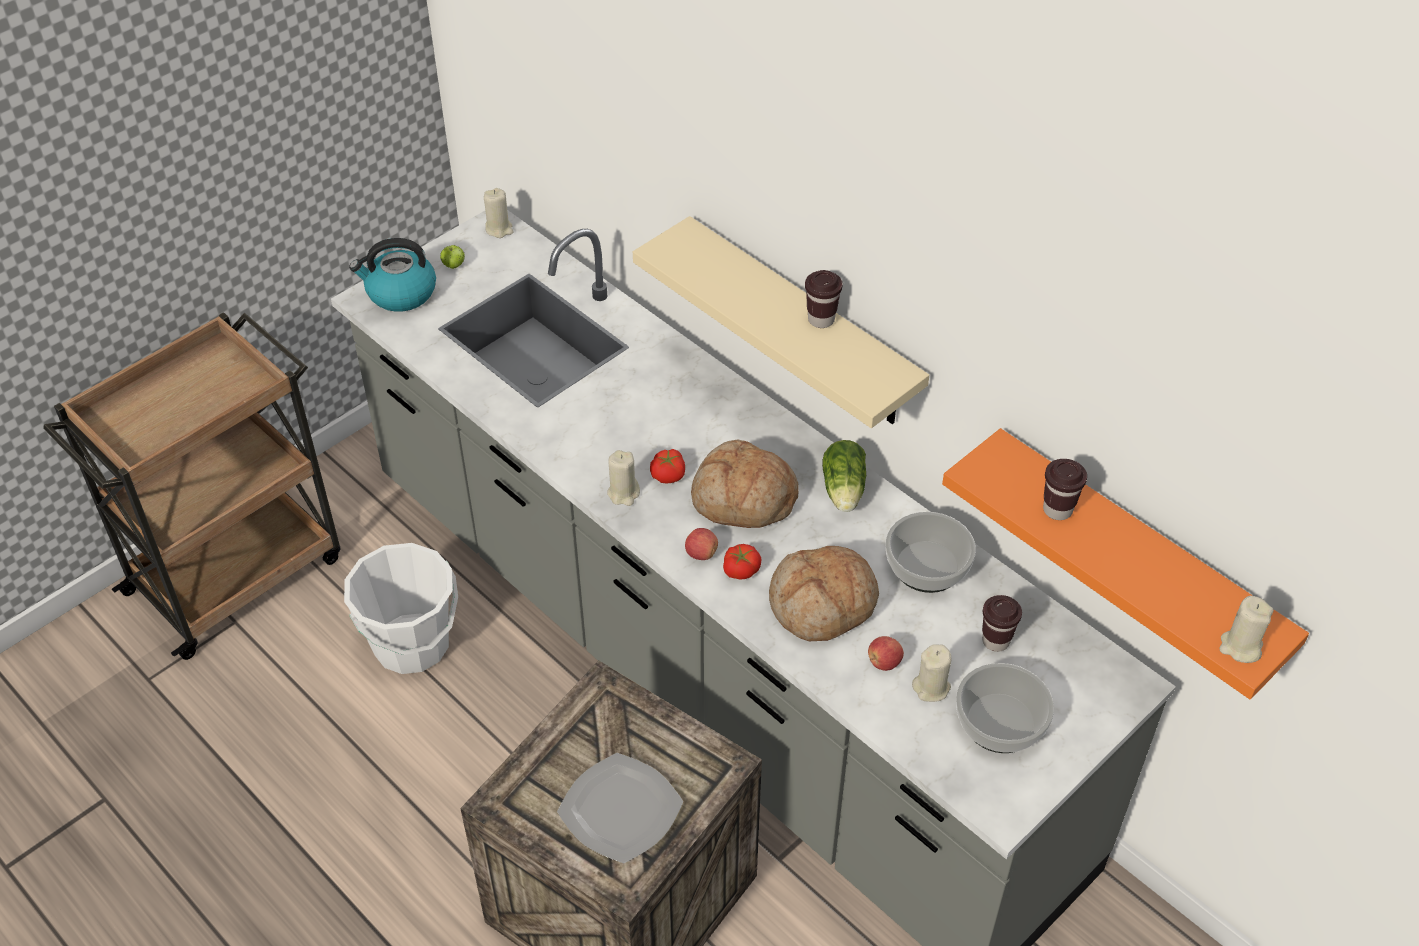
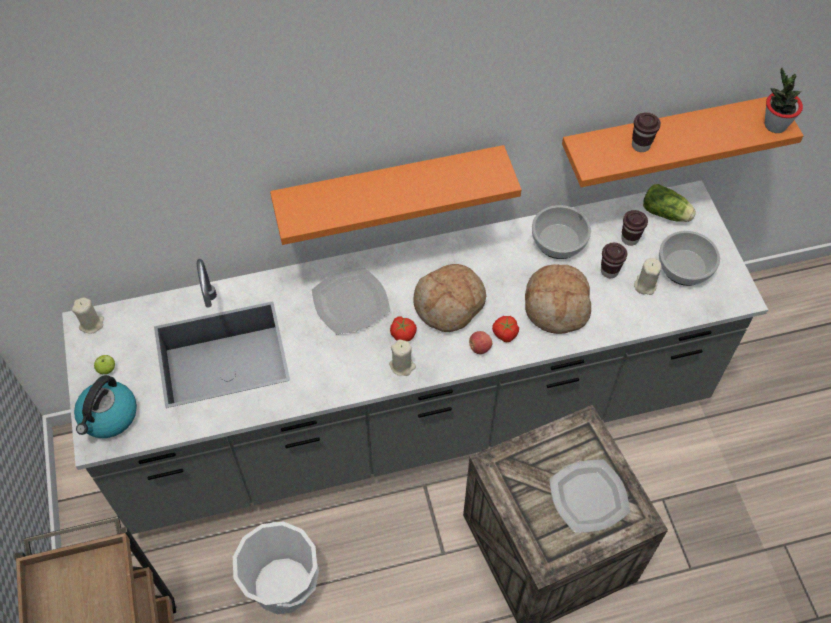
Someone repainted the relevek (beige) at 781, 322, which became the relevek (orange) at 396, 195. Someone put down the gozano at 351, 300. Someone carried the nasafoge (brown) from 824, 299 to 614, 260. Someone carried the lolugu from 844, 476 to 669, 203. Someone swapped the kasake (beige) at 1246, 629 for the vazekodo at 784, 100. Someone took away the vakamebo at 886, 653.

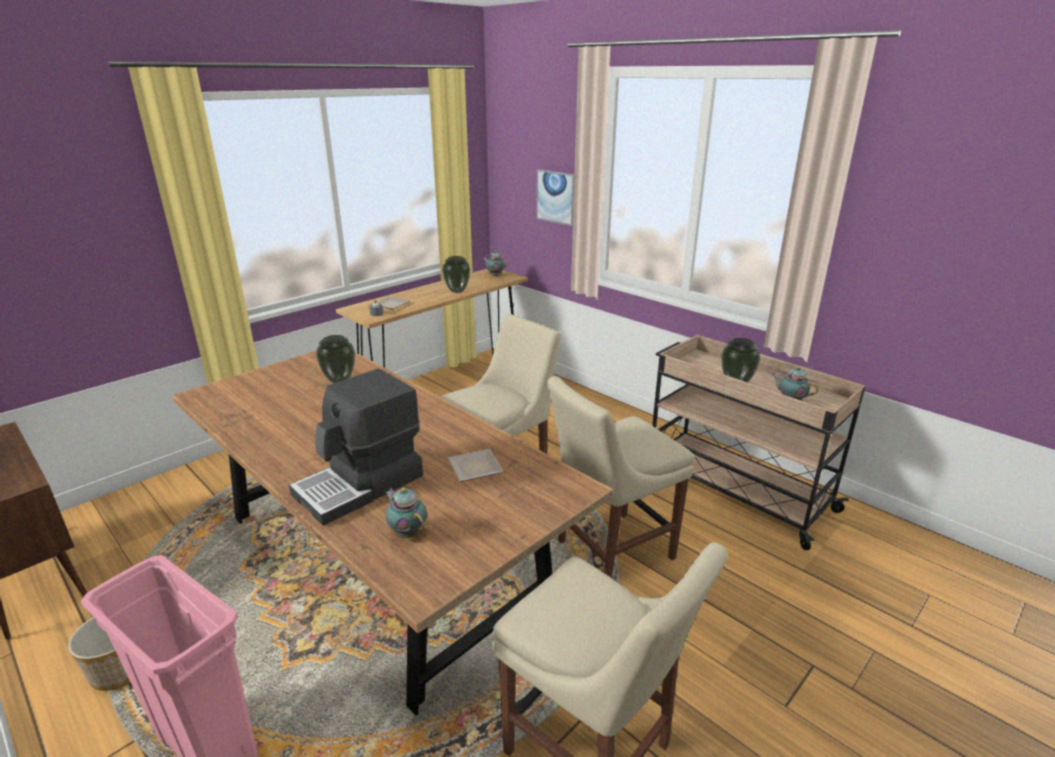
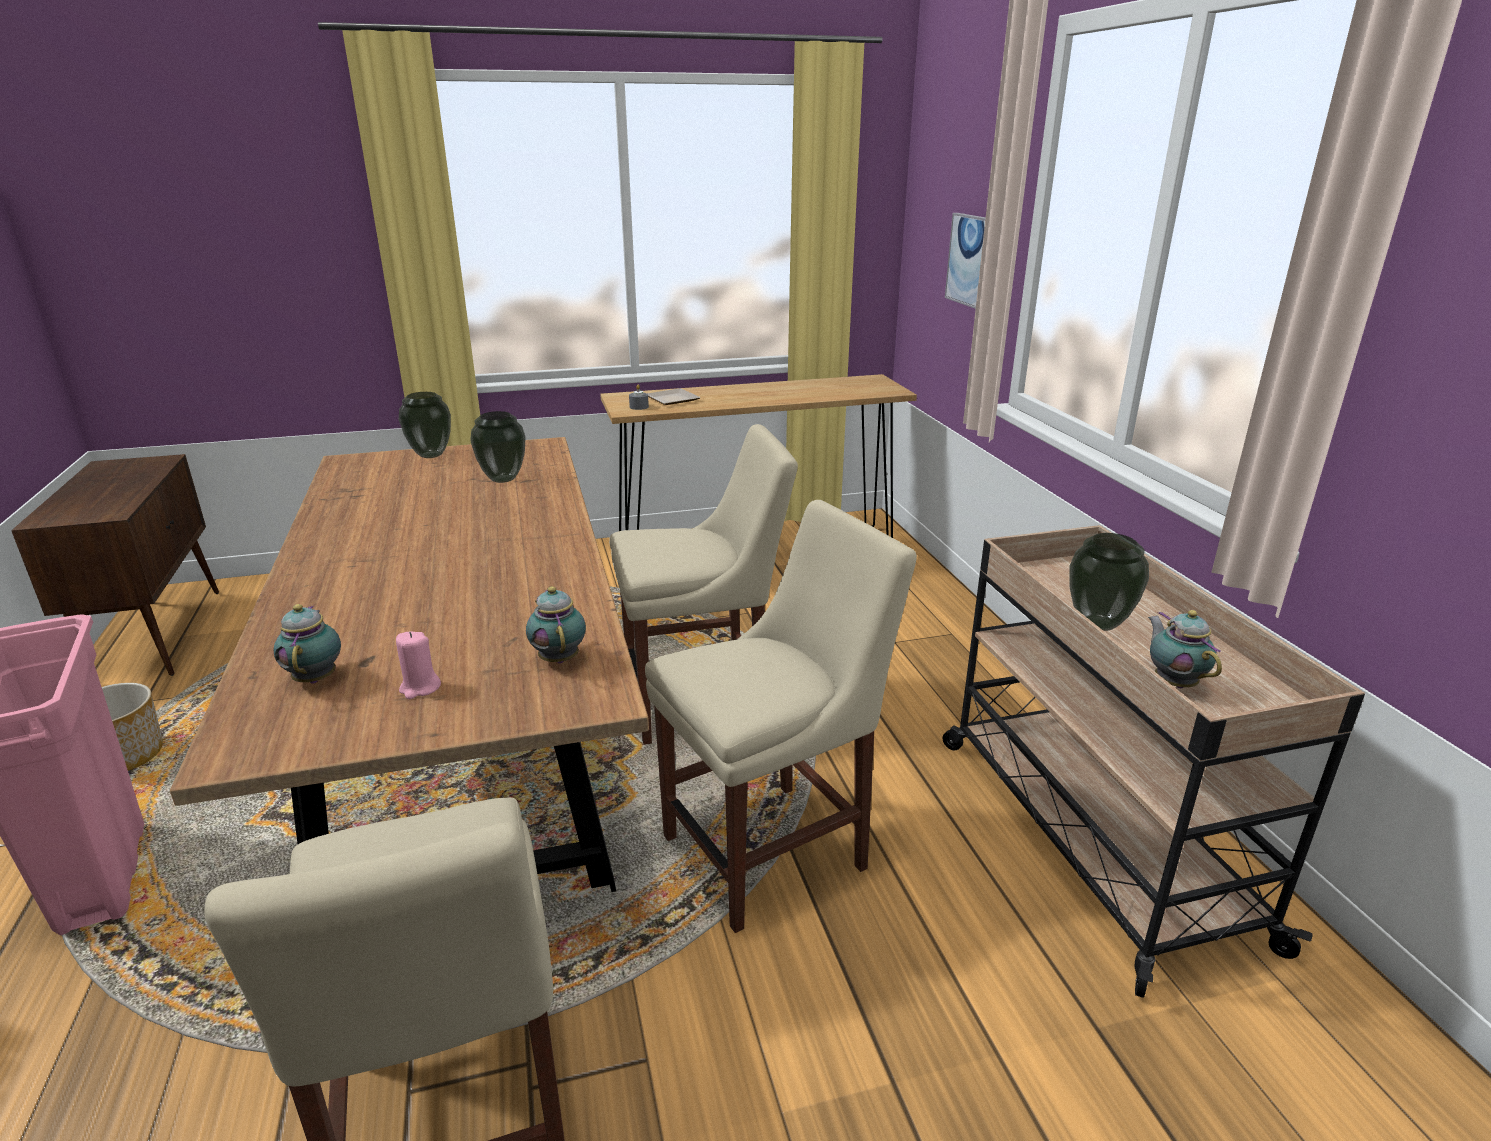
Someone put down the kasake (pink) at 418, 665. Someone carried the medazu from 456, 274 to 425, 425. Someone carried the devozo from 495, 263 to 556, 624. Someone rotated the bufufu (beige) at 621, 477 by 150 degrees clockwise. Someone took away the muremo at 356, 447. Someone took away the gozano at 476, 465.

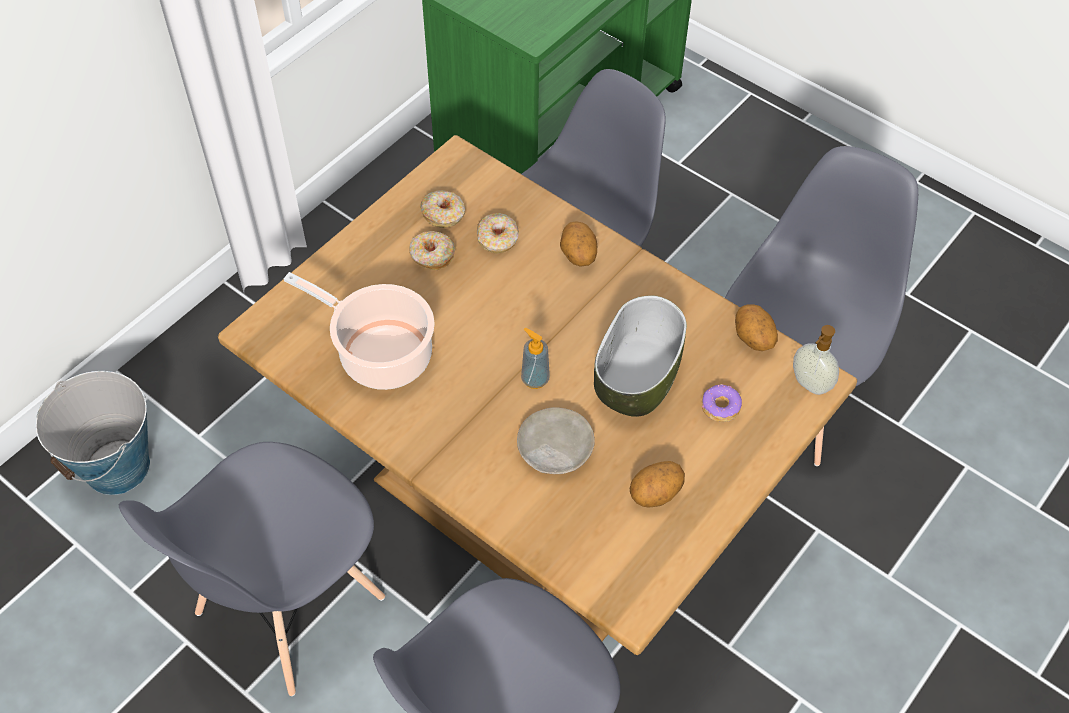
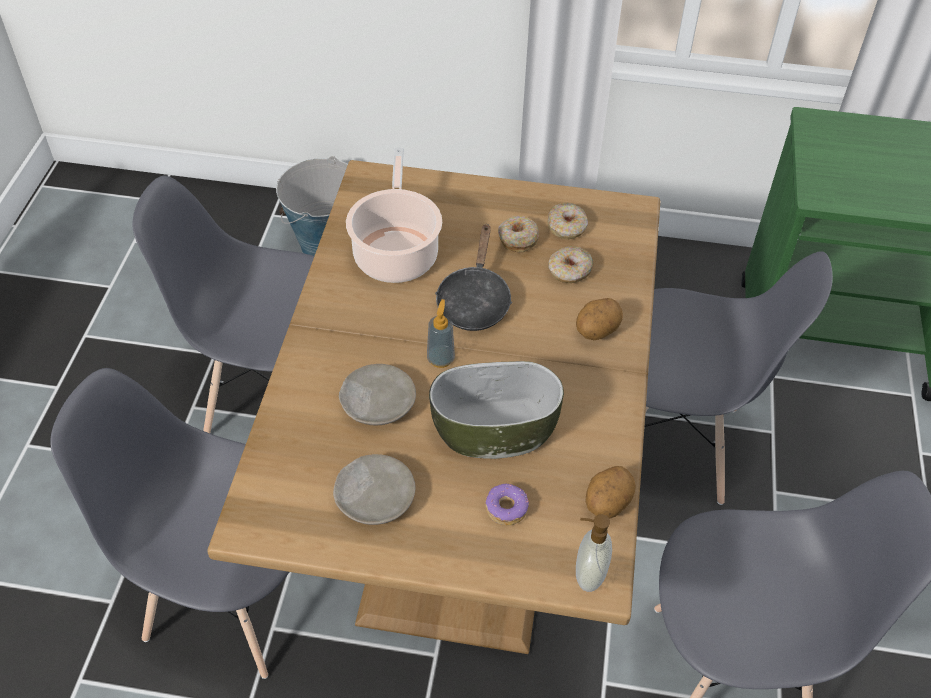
Someone swapped the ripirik at 657, 484 for the gozano (beige) at 374, 489. Someone put down the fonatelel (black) at 473, 277.

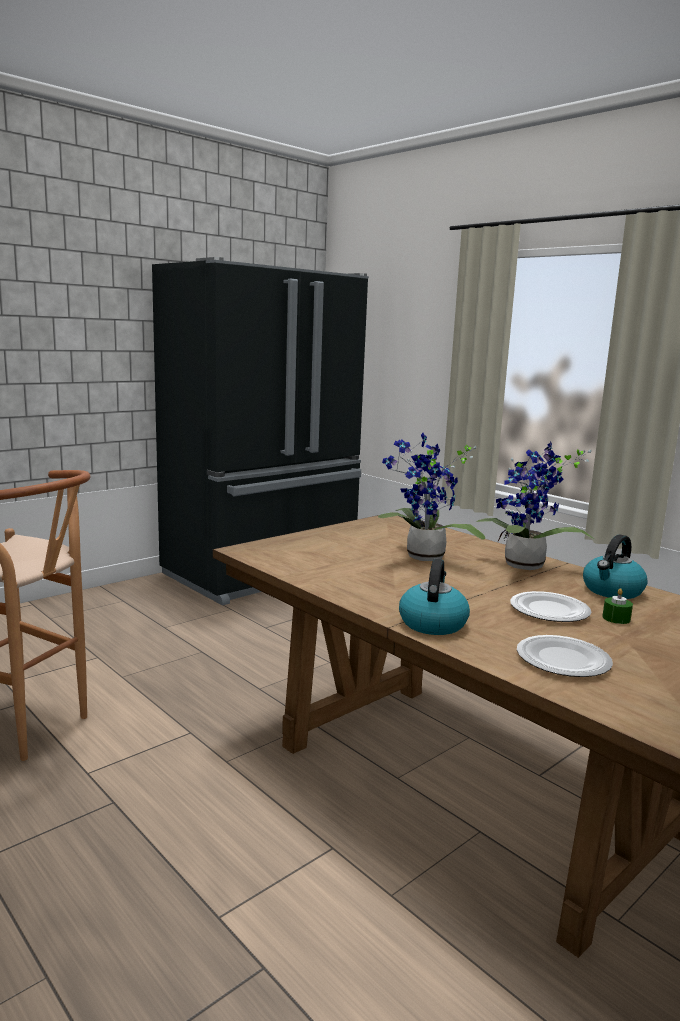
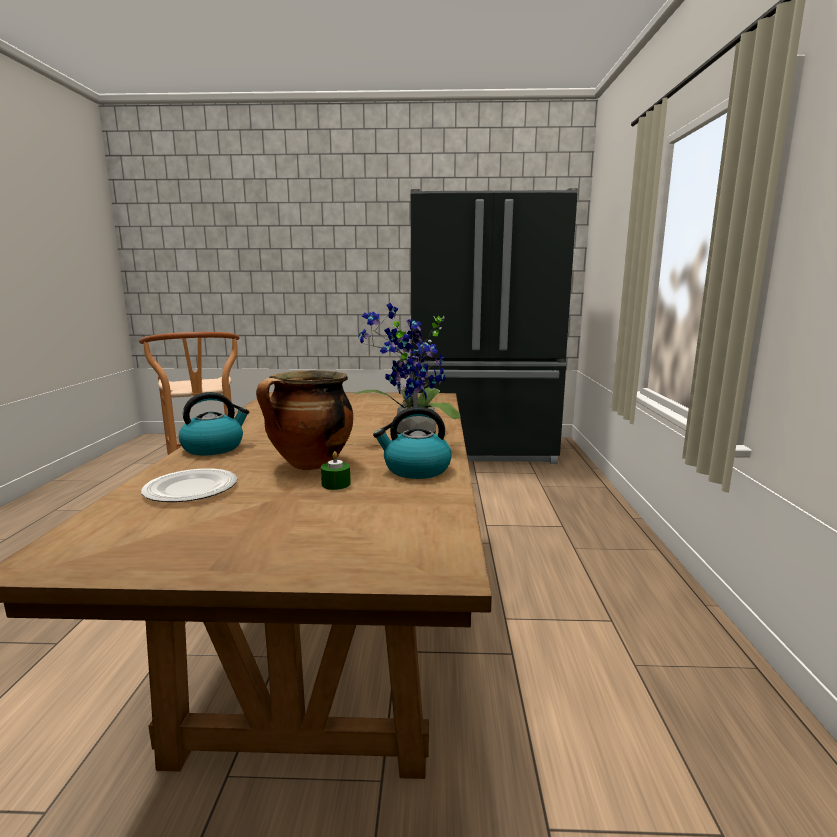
Someone swapped the gozano at 550, 606 for the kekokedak at 304, 420. Someone took away the vazekodo at 431, 497.

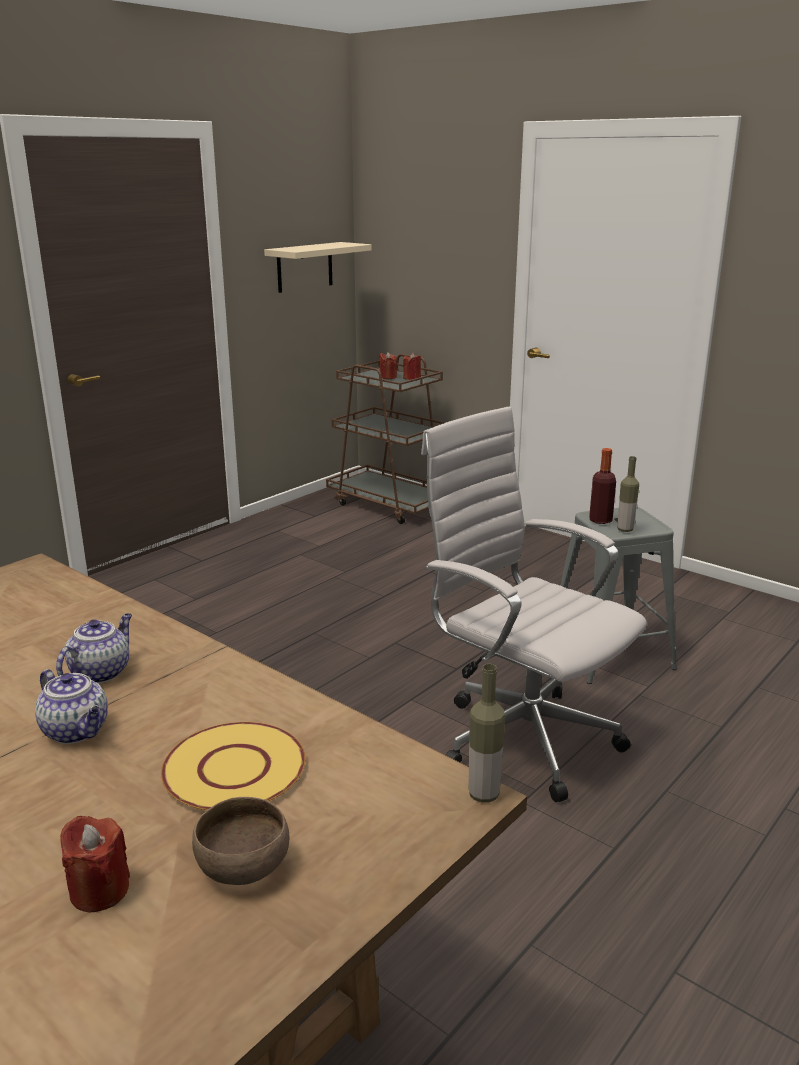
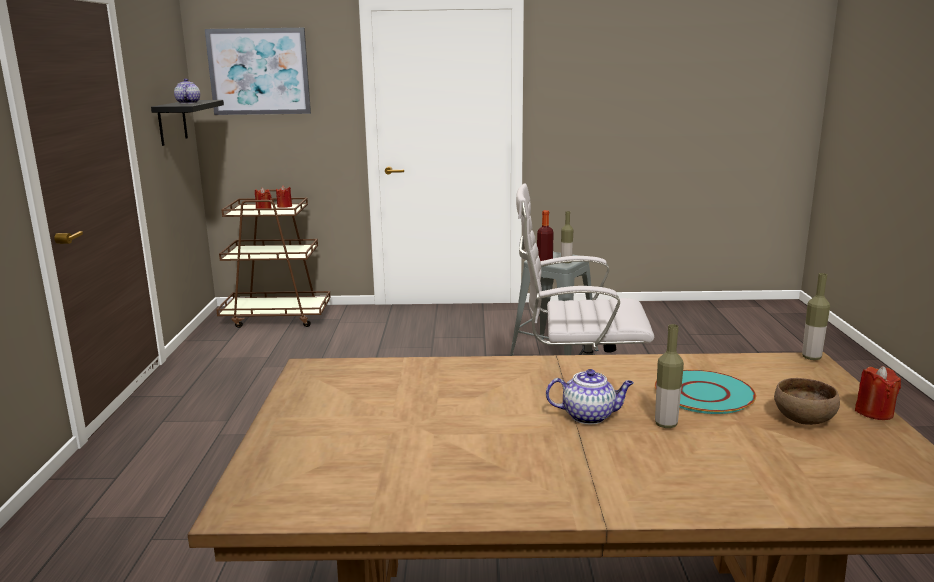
Someone repainted the relevek (beige) at 318, 267, which became the relevek (black) at 187, 123. Someone carried the devozo from 94, 648 to 187, 91. Someone put up the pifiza at 258, 71. Someone put down the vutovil at 669, 376. Someone repainted the gozano (yellow) at 233, 766, which became the gozano (turquoise) at 705, 392. Someone carried the kasake (red) from 95, 864 to 878, 393.

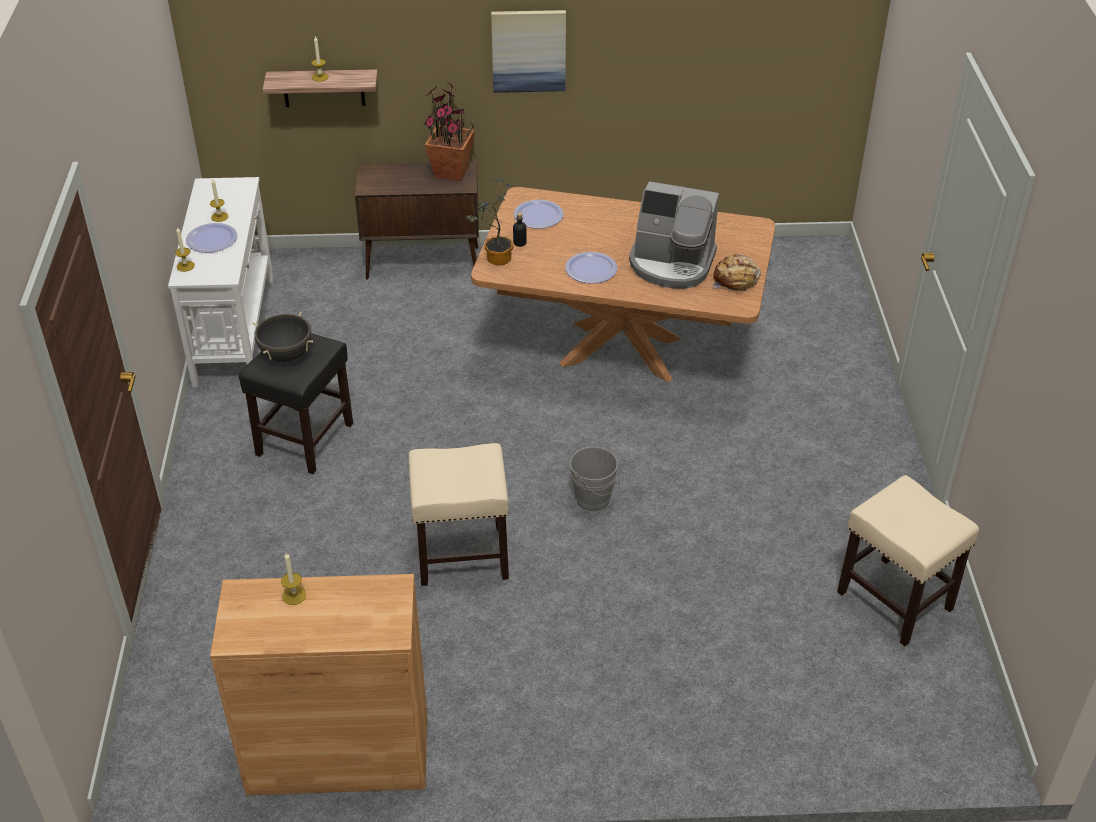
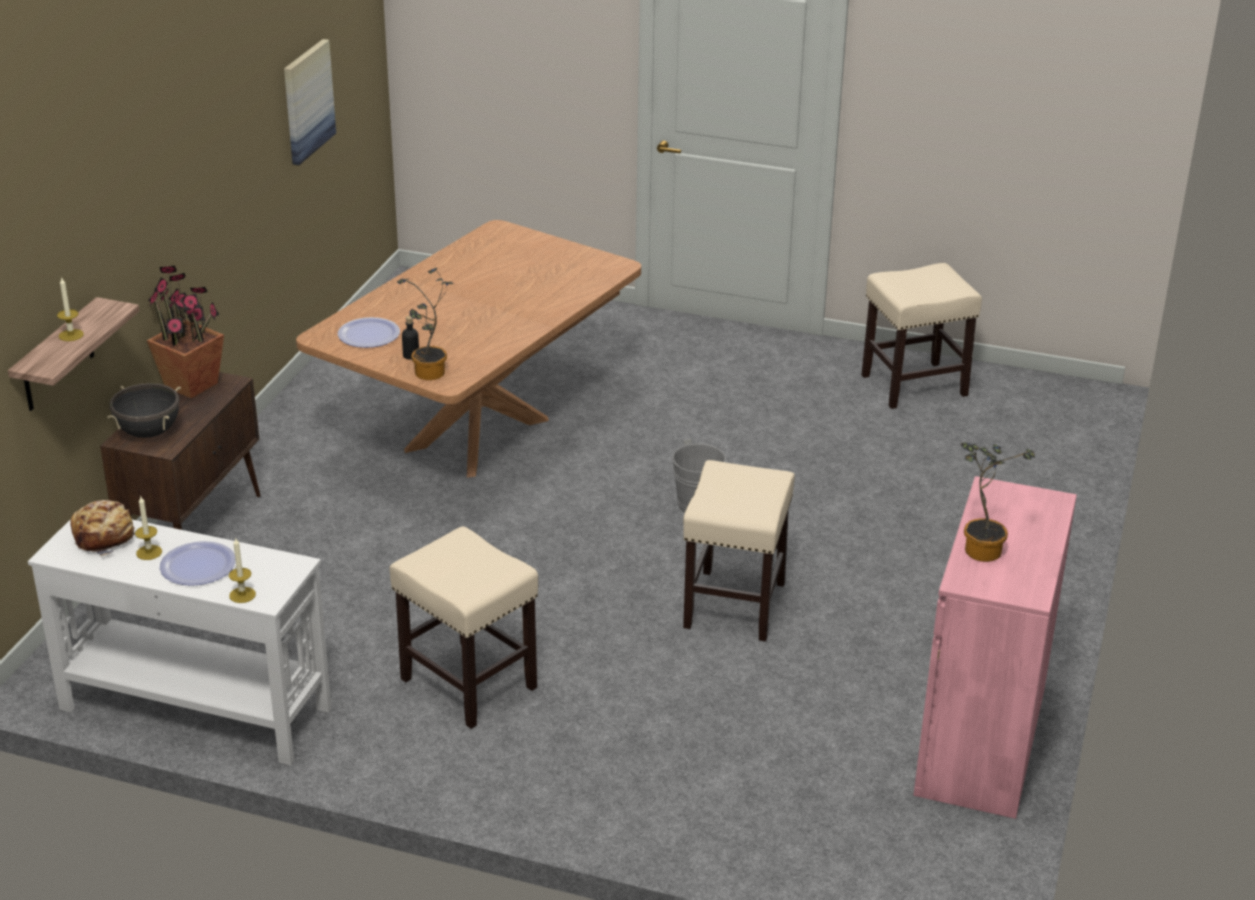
Someone carried the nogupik from 736, 273 to 102, 528. Someone carried the kekokedak (black) from 283, 337 to 144, 410. Someone carried the pifiza from 528, 51 to 310, 102. Someone repainted the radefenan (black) at 296, 403, which became the radefenan (beige) at 463, 627. Someone repainted the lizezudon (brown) at 318, 684, which became the lizezudon (pink) at 995, 647. Someone swapped the kasake at 293, 579 for the vazekodo at 998, 502. Someone took away the gozano at 591, 268. Someone took away the muremo at 674, 235.

